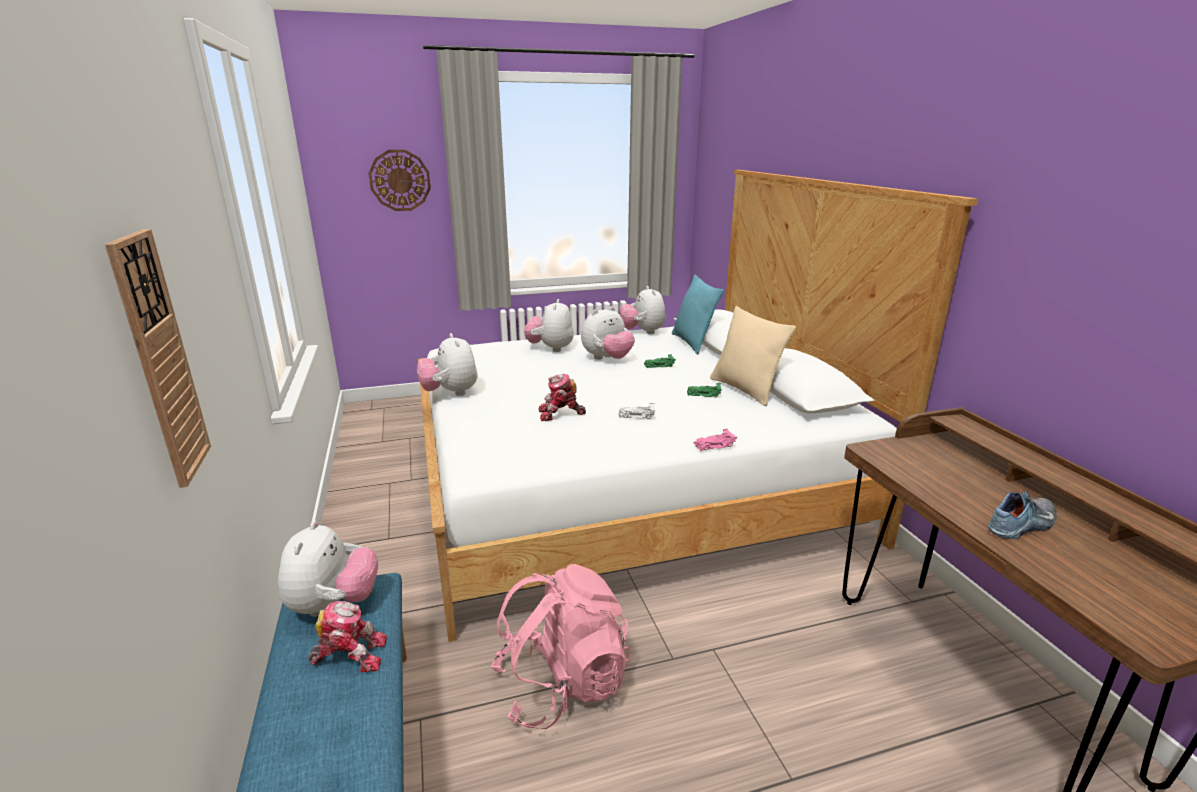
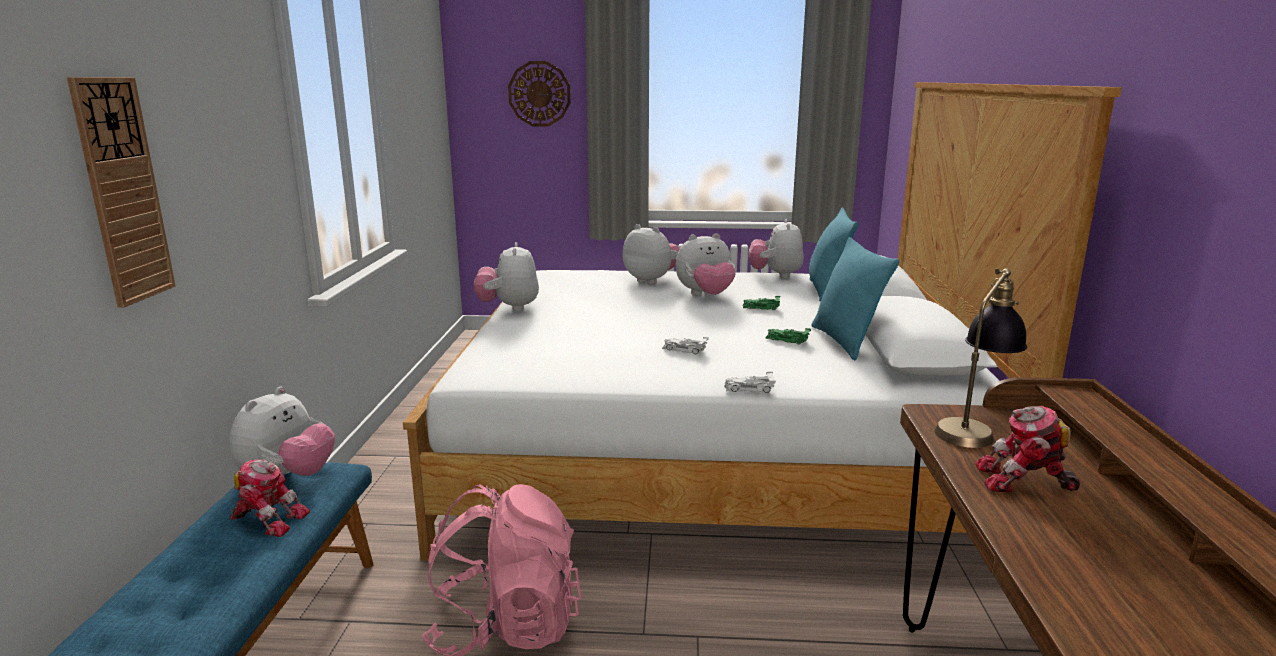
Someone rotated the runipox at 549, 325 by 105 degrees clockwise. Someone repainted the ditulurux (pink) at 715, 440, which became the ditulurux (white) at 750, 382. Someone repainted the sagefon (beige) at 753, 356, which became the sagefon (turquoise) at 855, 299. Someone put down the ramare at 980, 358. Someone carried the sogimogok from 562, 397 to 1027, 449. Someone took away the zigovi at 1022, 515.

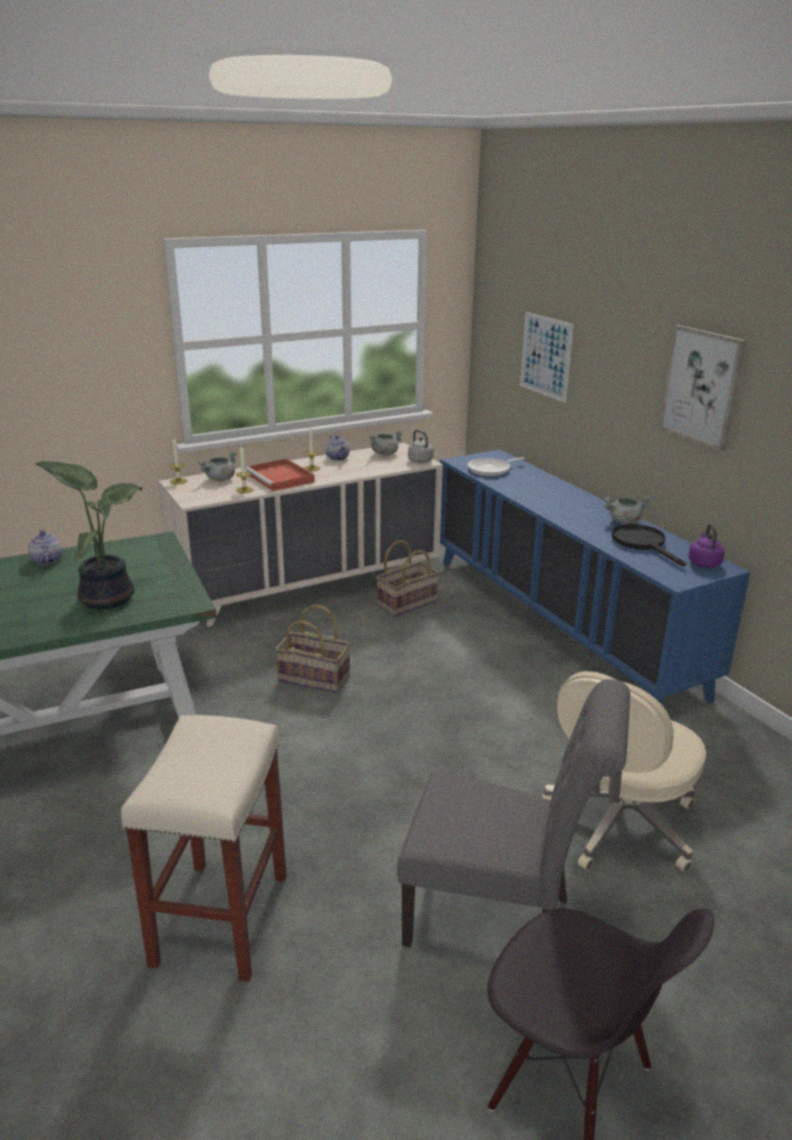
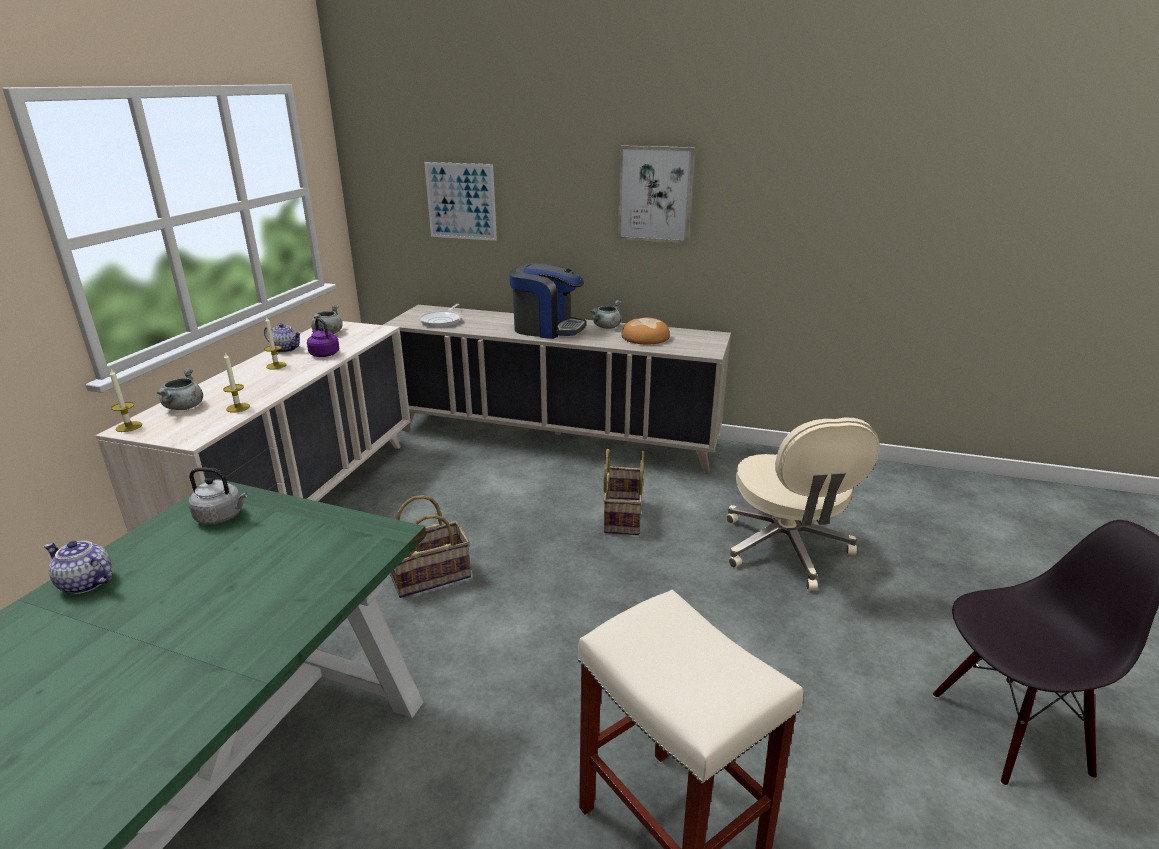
Someone carried the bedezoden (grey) from 421, 446 to 218, 496. Someone carried the bedezoden (purple) from 706, 546 to 323, 337. Someone repainted the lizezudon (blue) at 595, 576, which became the lizezudon (beige) at 557, 389. Someone put down the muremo at 547, 301. Someone carried the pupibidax from 407, 578 to 623, 492. Someone swapped the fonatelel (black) at 648, 545 for the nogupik at 645, 331. Someone took away the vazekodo at 89, 535. Someone took away the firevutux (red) at 280, 475. Someone took away the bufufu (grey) at 513, 813.

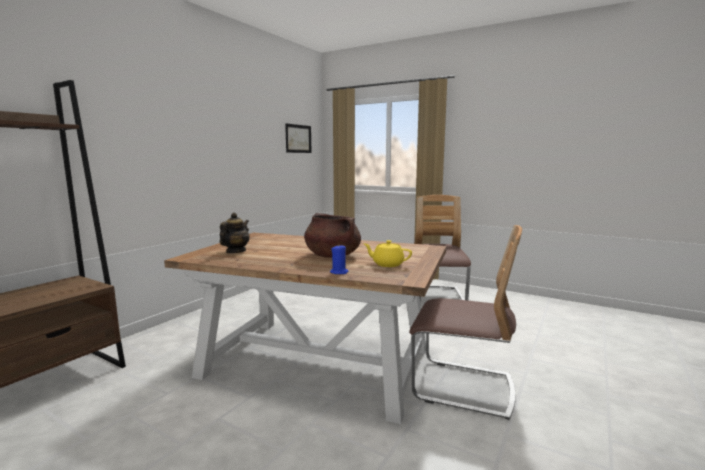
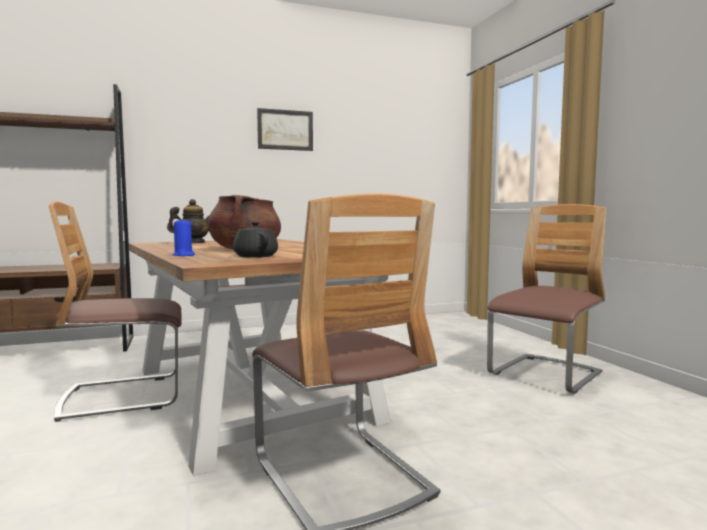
Someone put down the bufufu at 115, 311. Someone repainted the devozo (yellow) at 388, 253, which became the devozo (black) at 255, 240. Someone carried the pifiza from 298, 138 to 285, 129.

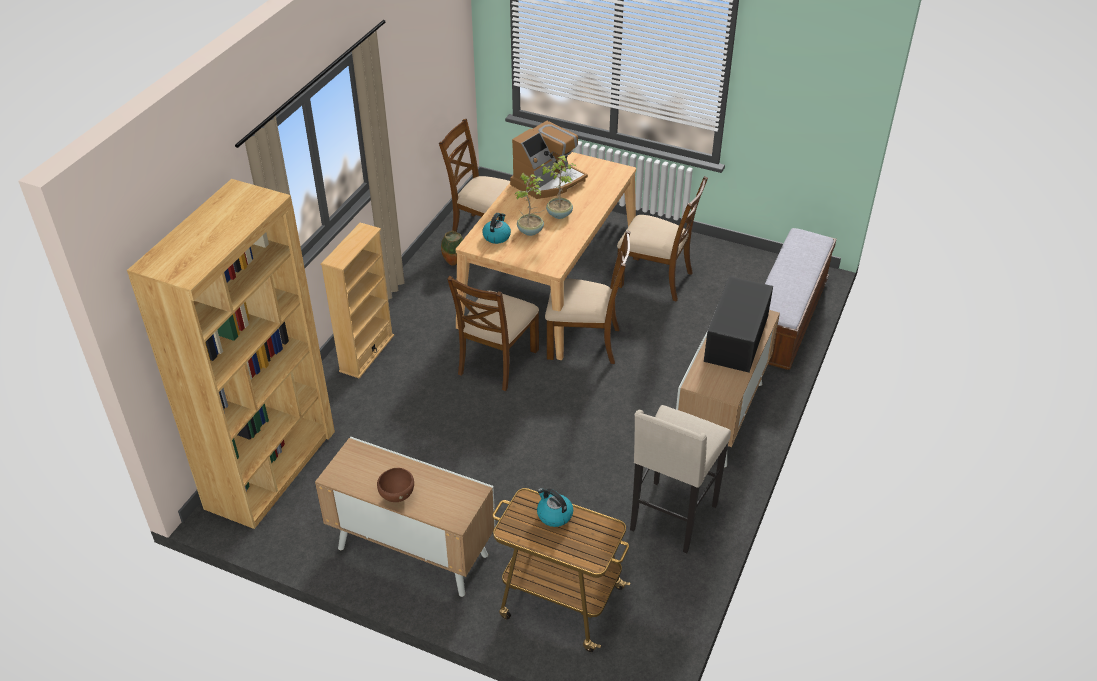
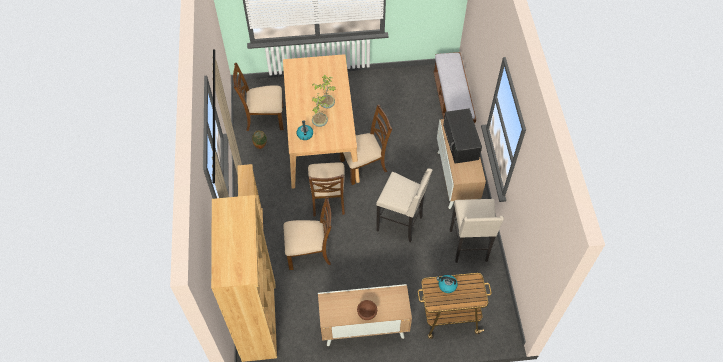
Someone carried the bufufu (brown) from 662, 239 to 307, 233. Someone put down the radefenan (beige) at 404, 205. Someone took away the muremo at 549, 160.

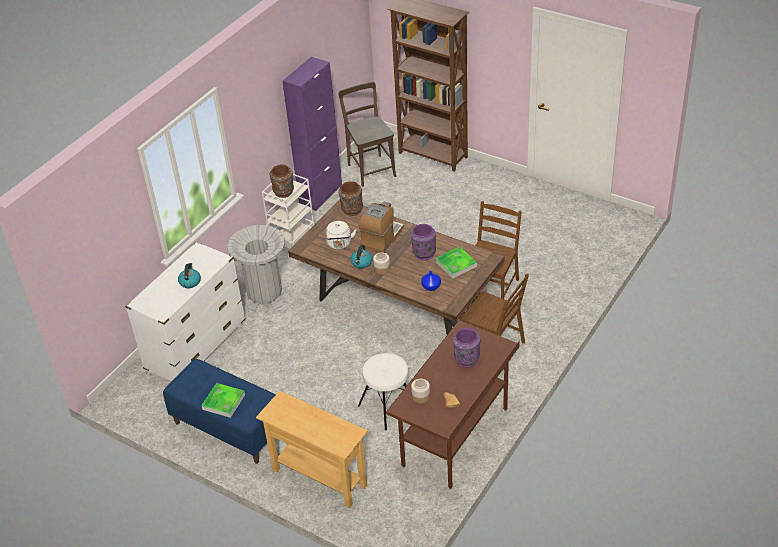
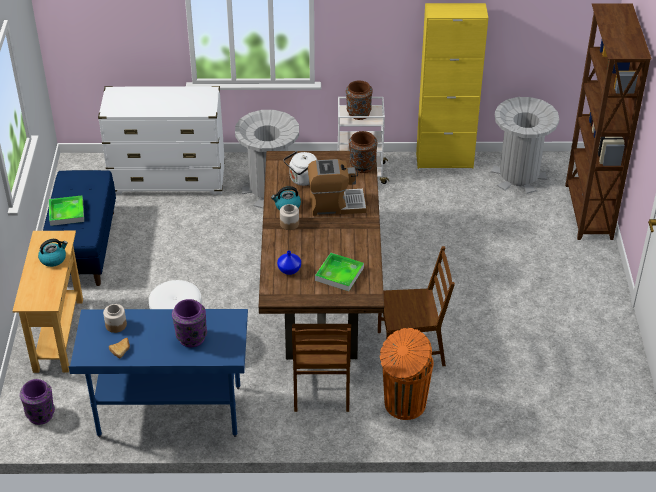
Someone carried the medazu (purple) from 423, 242 to 37, 402. Someone carried the bedezoden from 189, 275 to 53, 253. Someone repainted the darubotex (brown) at 453, 405, which became the darubotex (blue) at 158, 373. Someone put down the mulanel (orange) at 407, 374. Someone repainted the lizezudon (purple) at 312, 134, which became the lizezudon (yellow) at 452, 86. Someone swapped the bufufu (brown) at 367, 134 for the mulanel (grey) at 525, 145.

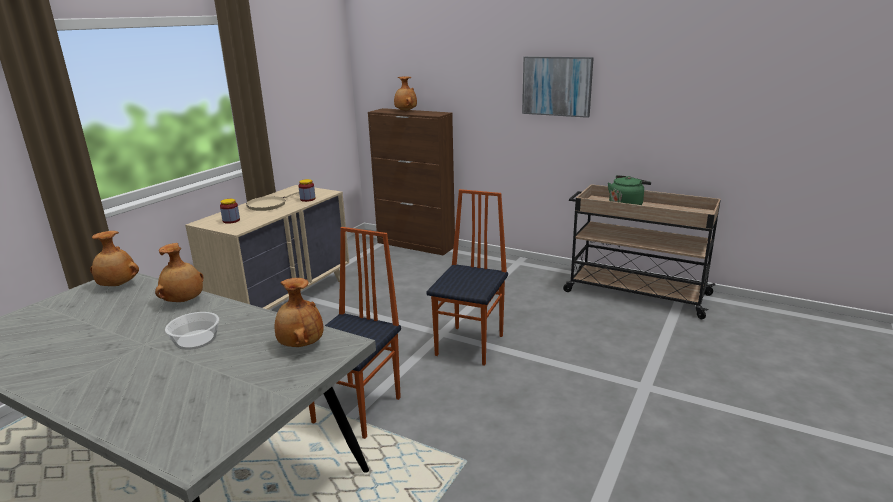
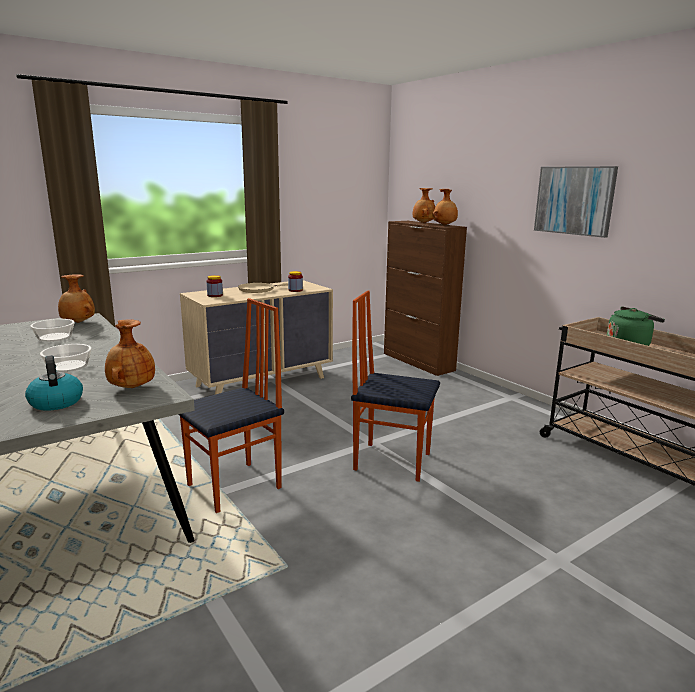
Someone put down the bedezoden at 54, 383. Someone put down the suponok at 52, 330. Someone rotated the bufufu at 467, 277 by 120 degrees counterclockwise. Someone carried the medazu (brown) from 179, 272 to 445, 207.

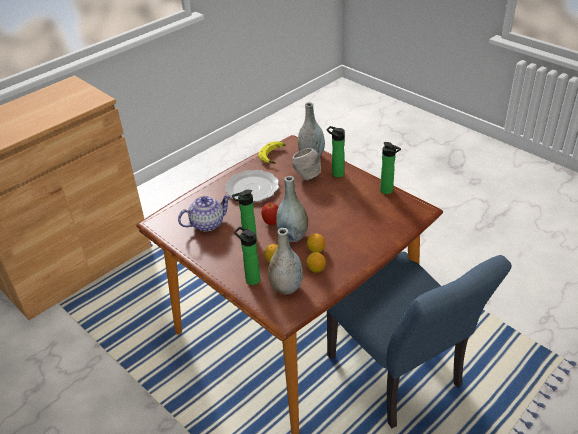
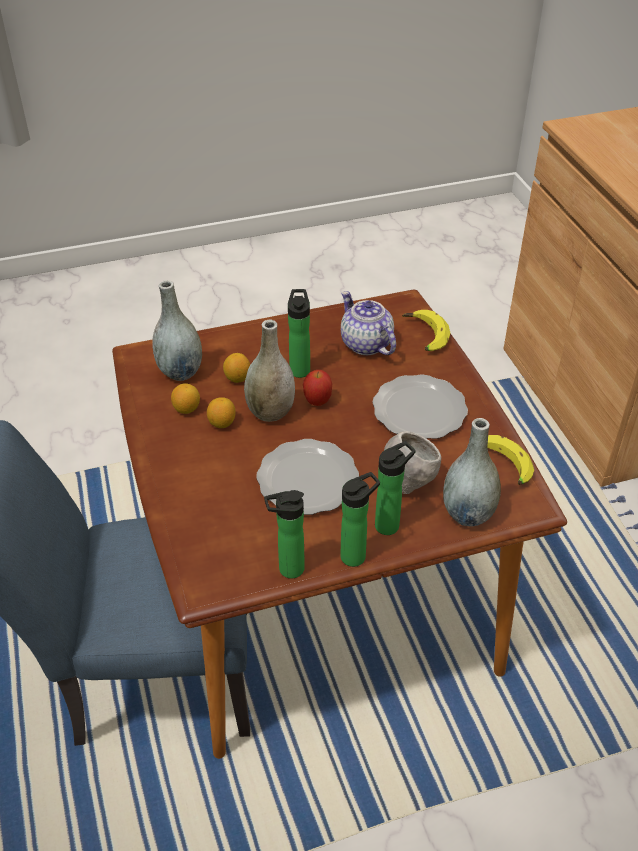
Someone put down the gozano at 307, 477. Someone carried the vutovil from 247, 256 to 360, 519. Someone rotated the devozo at 204, 213 by 150 degrees clockwise. Someone put down the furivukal at 426, 330.

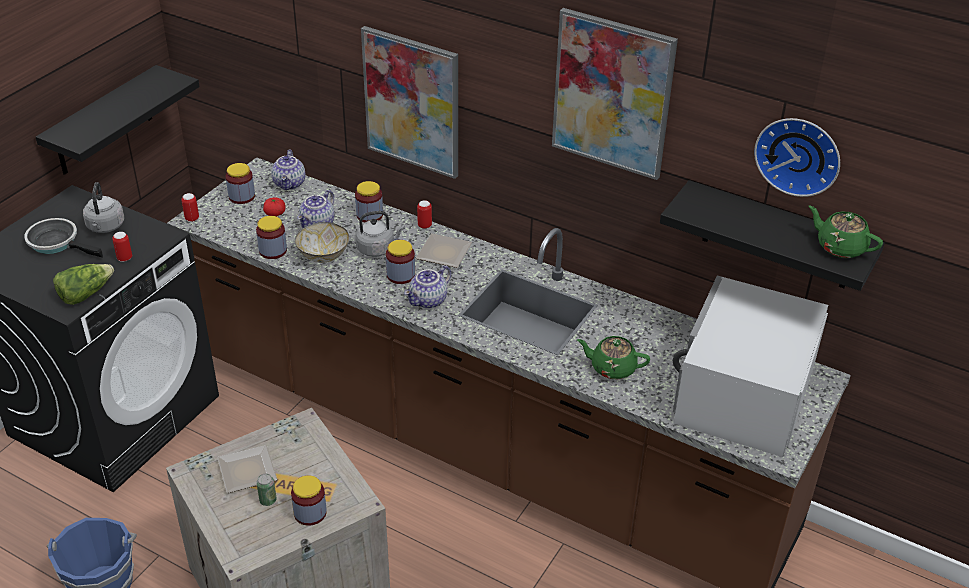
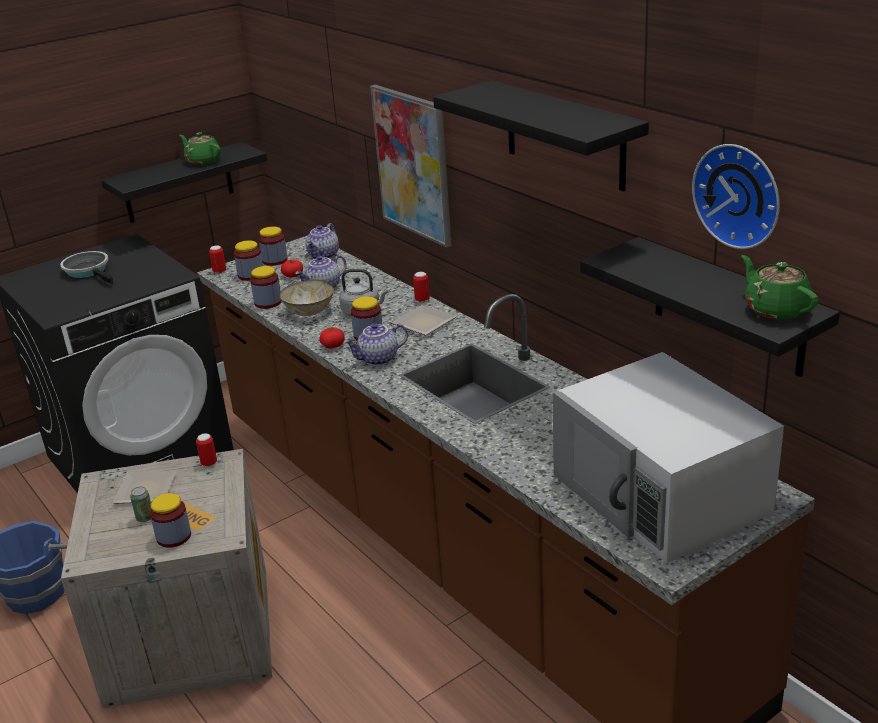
Someone carried the devozo (green) from 613, 357 to 200, 149. Someone carried the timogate from 122, 247 to 206, 449. Someone carried the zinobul from 369, 201 to 248, 260. Someone put down the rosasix at 332, 337. Someone swapped the pifiza at 615, 94 for the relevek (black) at 541, 135. Someone rotated the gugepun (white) at 750, 366 by 75 degrees counterclockwise. Someone took away the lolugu at 83, 284. Someone took away the bedezoden (grey) at 103, 207.

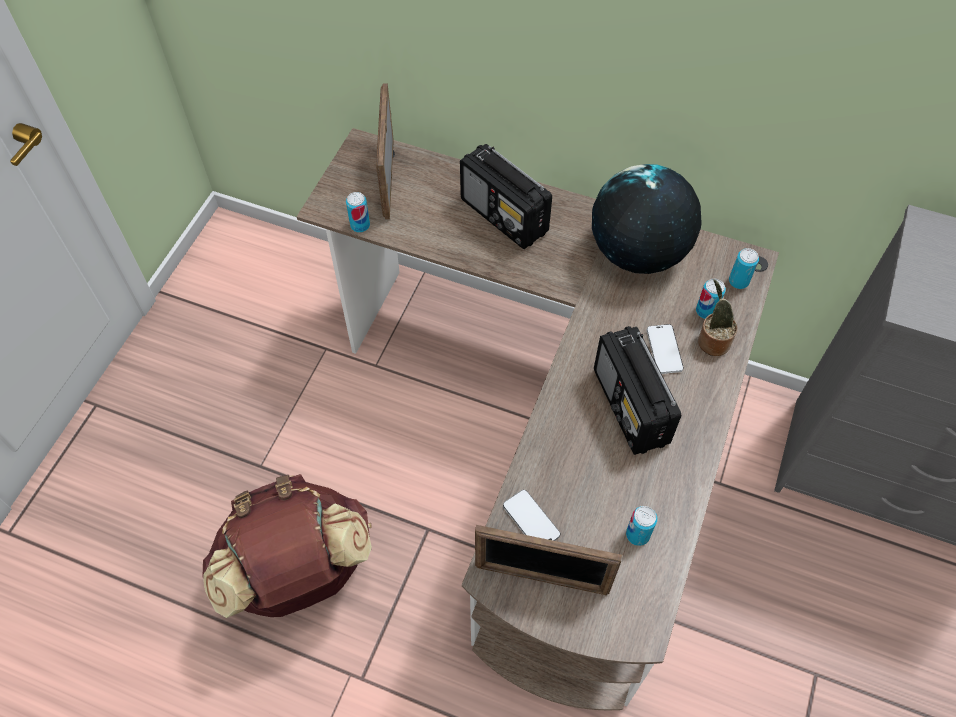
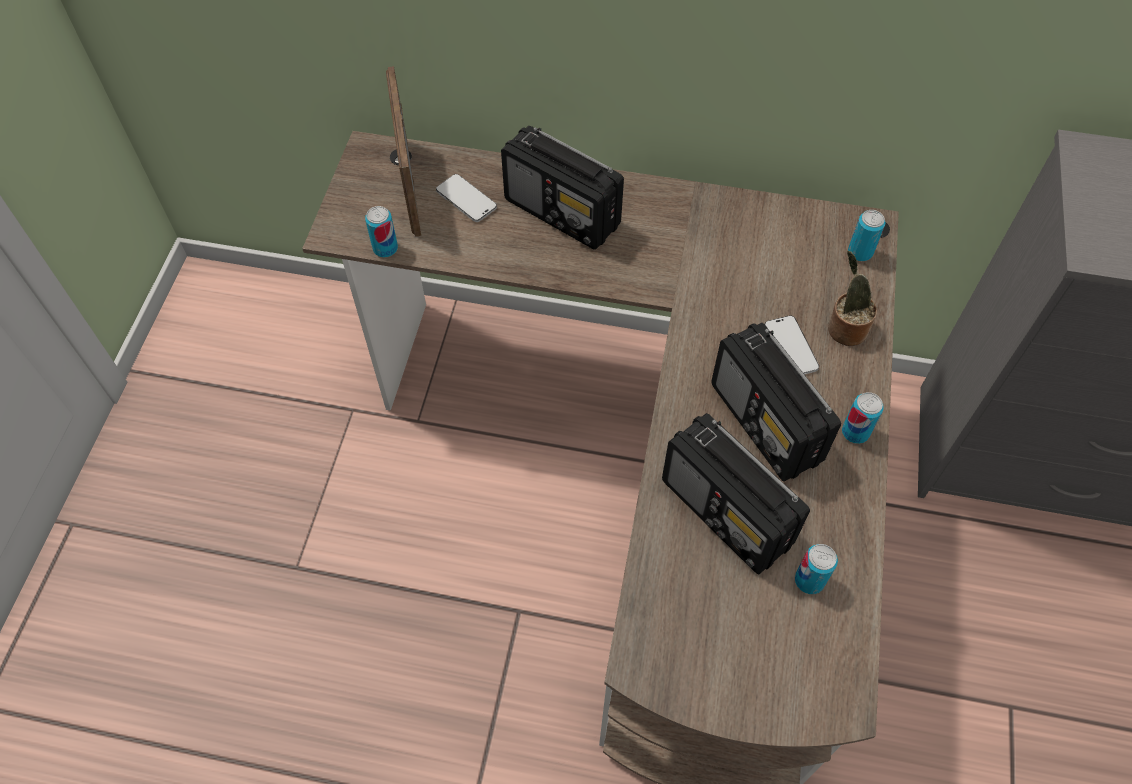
Someone carried the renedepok from 531, 515 to 466, 198. Someone put down the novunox at 736, 493. Someone carried the timogate from 711, 299 to 863, 418. Someone took away the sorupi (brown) at 287, 546. Someone took away the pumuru at 549, 560. Someone took away the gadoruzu at 647, 219.

